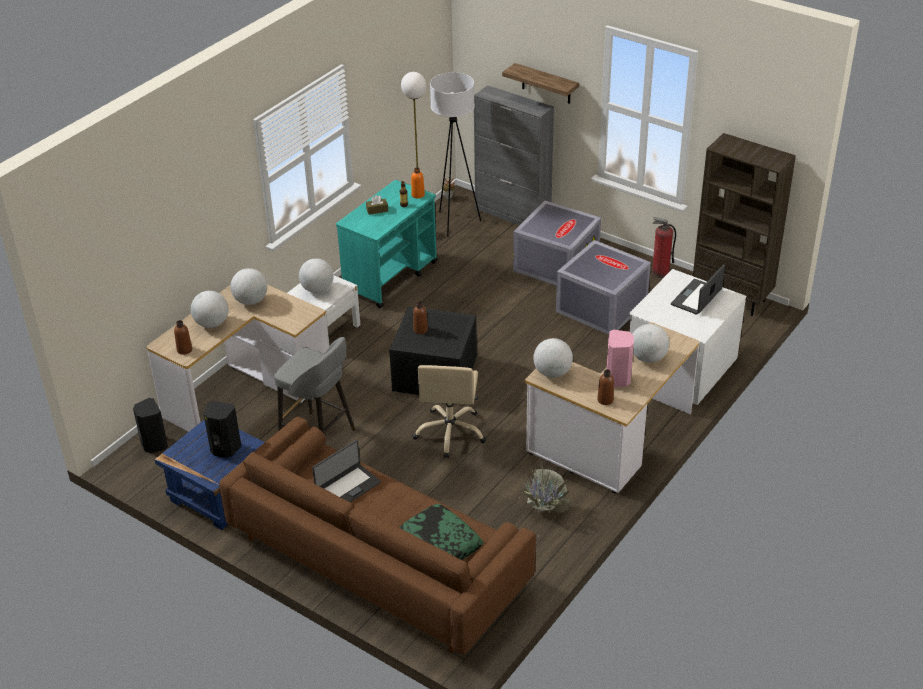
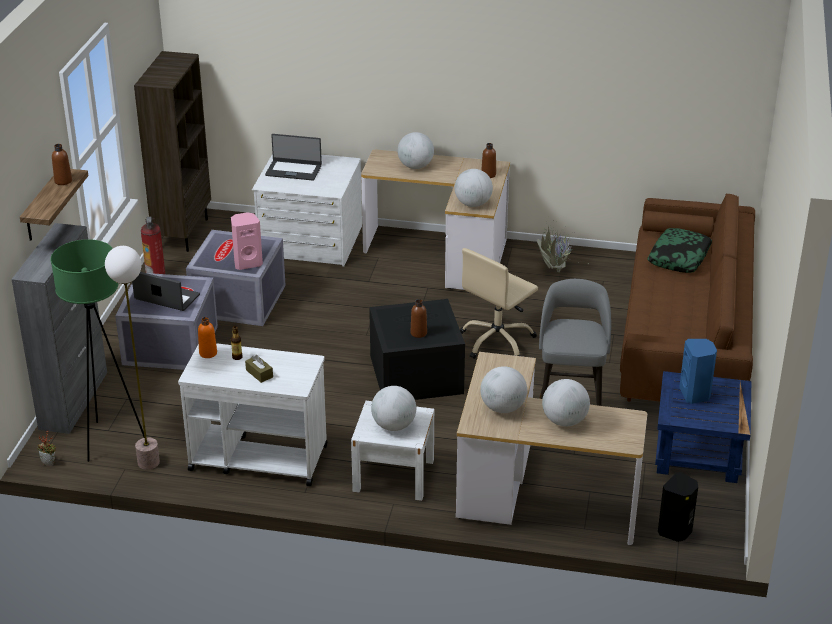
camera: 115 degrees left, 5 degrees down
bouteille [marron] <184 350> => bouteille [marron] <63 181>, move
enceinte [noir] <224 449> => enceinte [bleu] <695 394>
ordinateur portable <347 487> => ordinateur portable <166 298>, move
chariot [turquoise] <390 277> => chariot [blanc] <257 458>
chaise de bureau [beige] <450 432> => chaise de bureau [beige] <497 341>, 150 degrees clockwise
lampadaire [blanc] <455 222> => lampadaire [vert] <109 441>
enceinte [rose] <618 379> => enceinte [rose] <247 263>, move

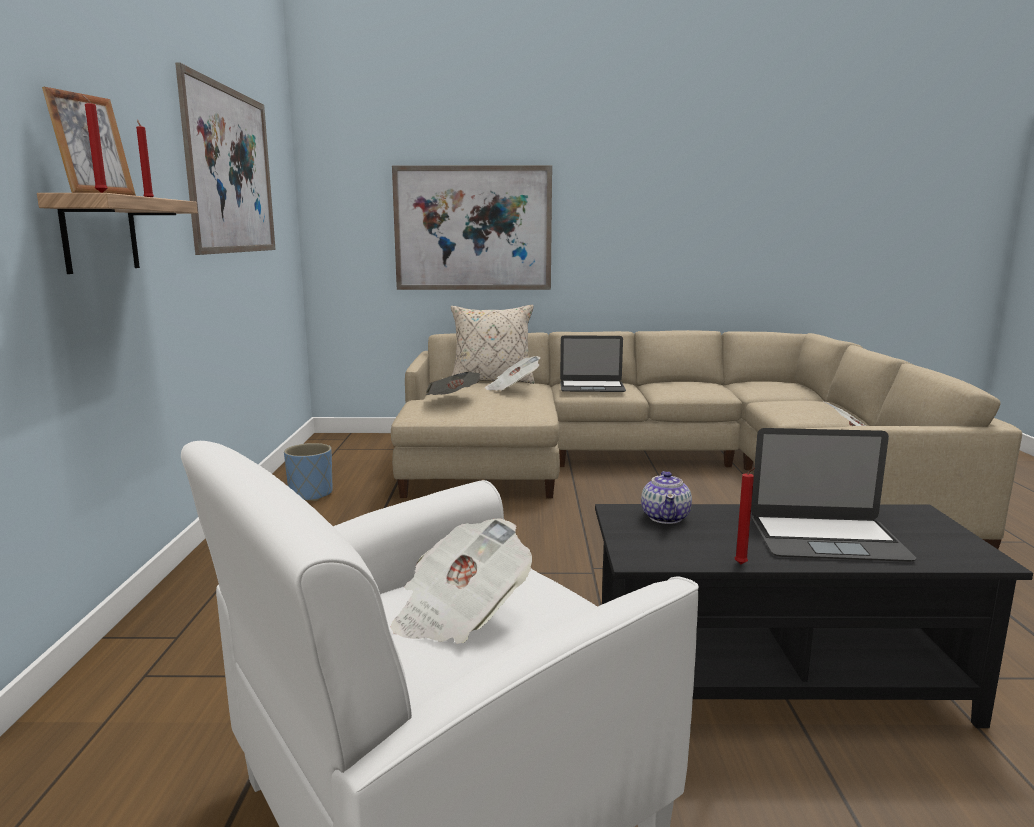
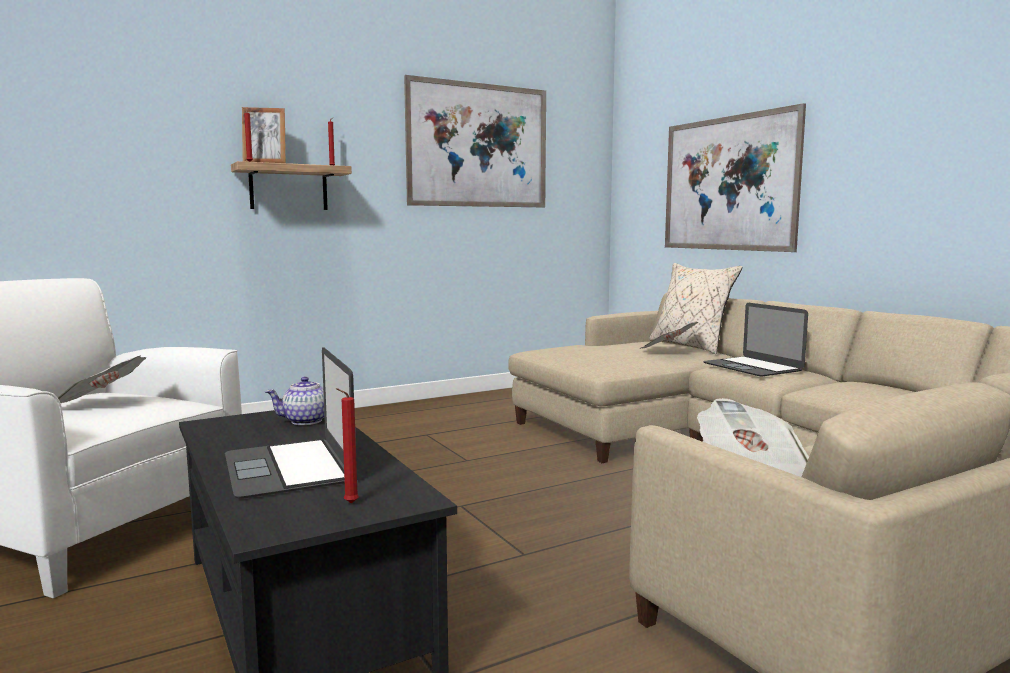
camera: 60 degrees right, 5 degrees down
cache-pot [bleu] <311 494> => nothing
journal <453 399> => nothing
bougie [rouge] <741 565> => bougie [rouge] <349 504>, move

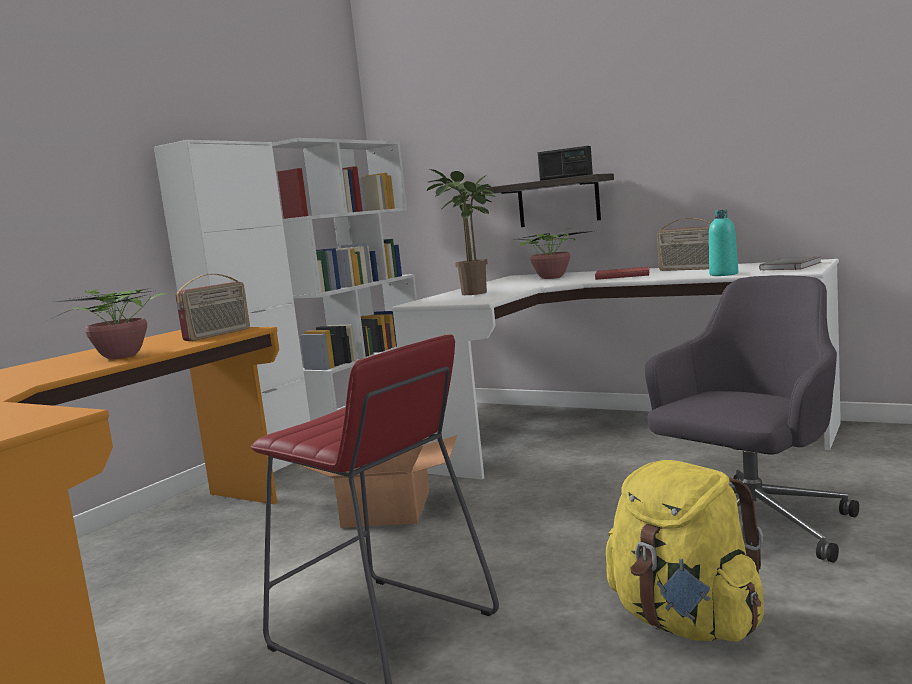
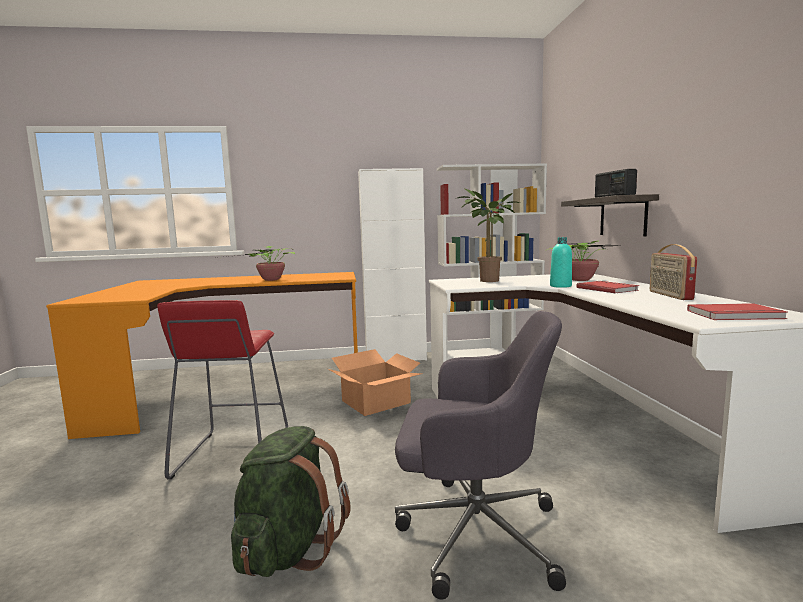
camera: 50 degrees right, 0 degrees up
radio <218 334> => nothing
sac à dos [jaune] <686 622> => sac à dos [vert] <288 548>
bouteille [turquoise] <723 274> => bouteille [turquoise] <560 286>, move
livre [gris] <793 266> => livre [rouge] <736 315>

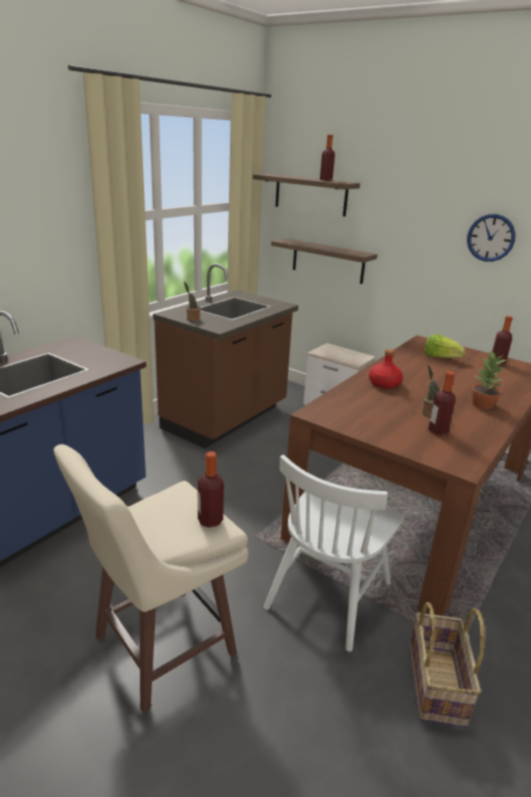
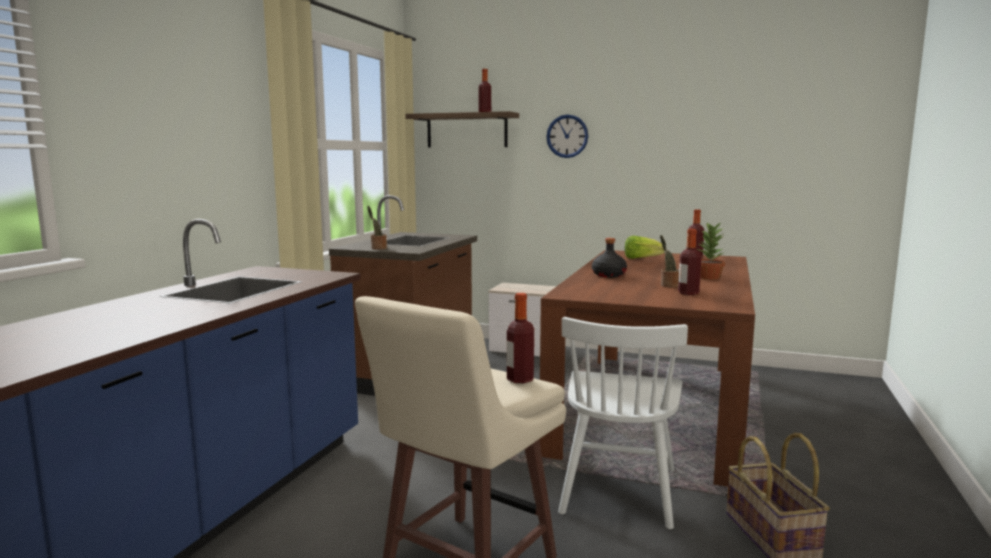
camera: 15 degrees left, 15 degrees down
étagère <328 261> => nothing
bouteille [rouge] <384 384> => bouteille [noir] <608 275>
horloge murale <490 238> => horloge murale <567 136>, move

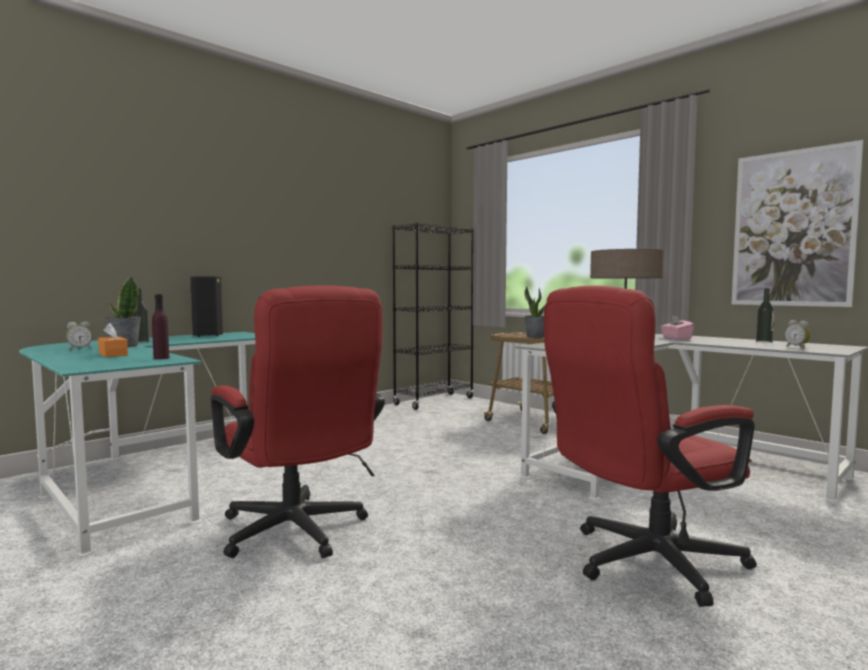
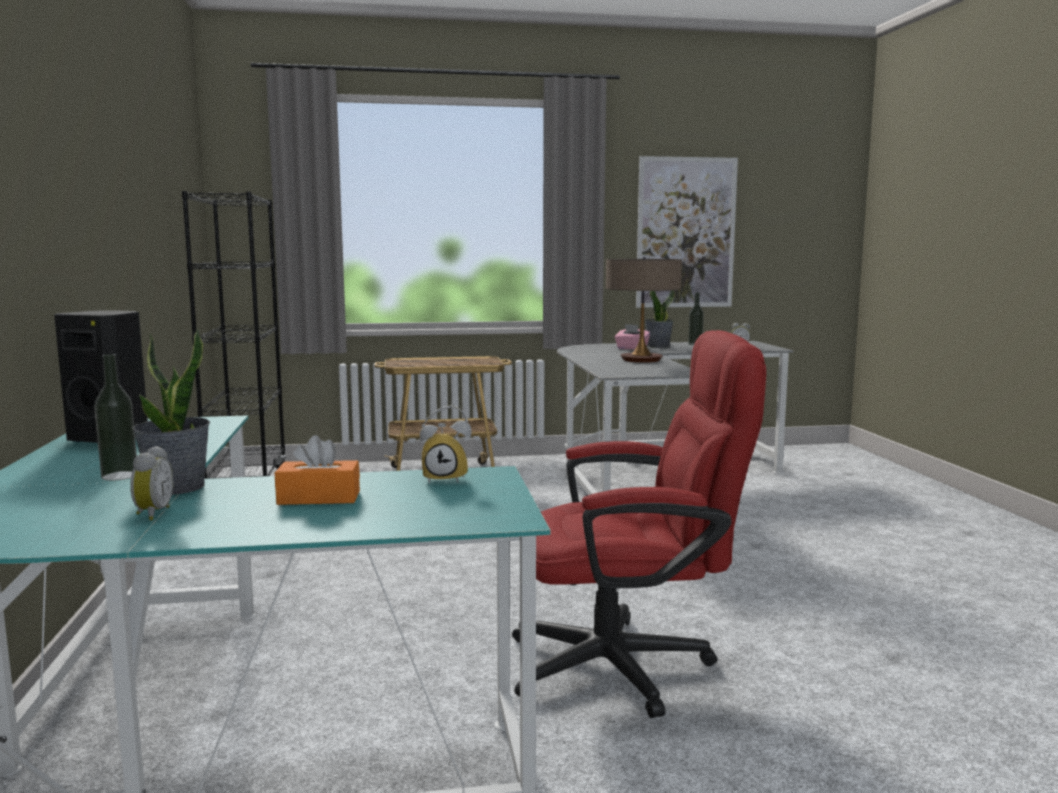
camera: 55 degrees left, 5 degrees up
bouteille [violet] <161 358> => réveil <446 478>
plante en pot <535 337> => plante en pot <658 346>, move
chaise de bureau [rouge] <642 563> => nothing

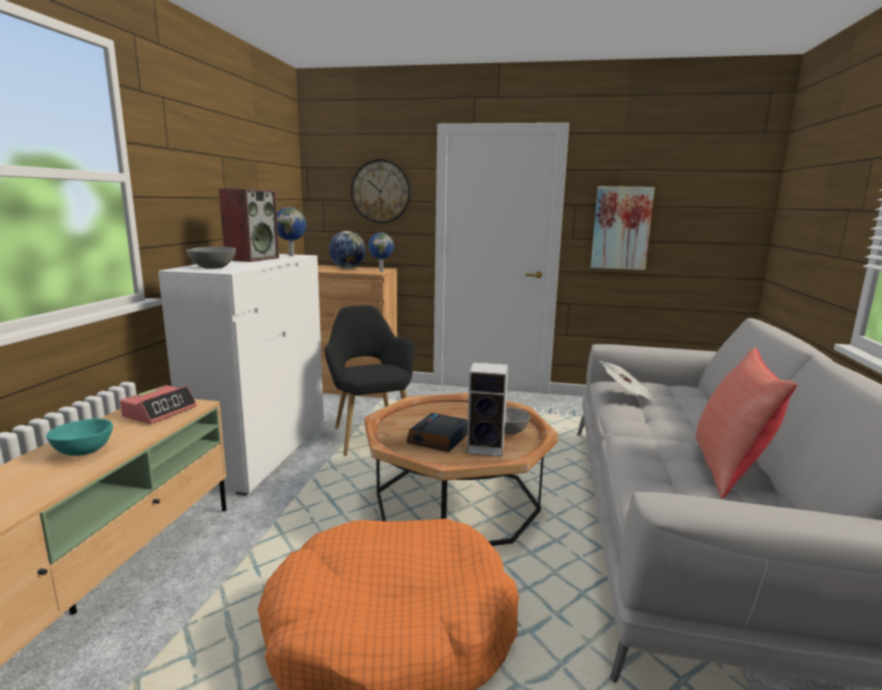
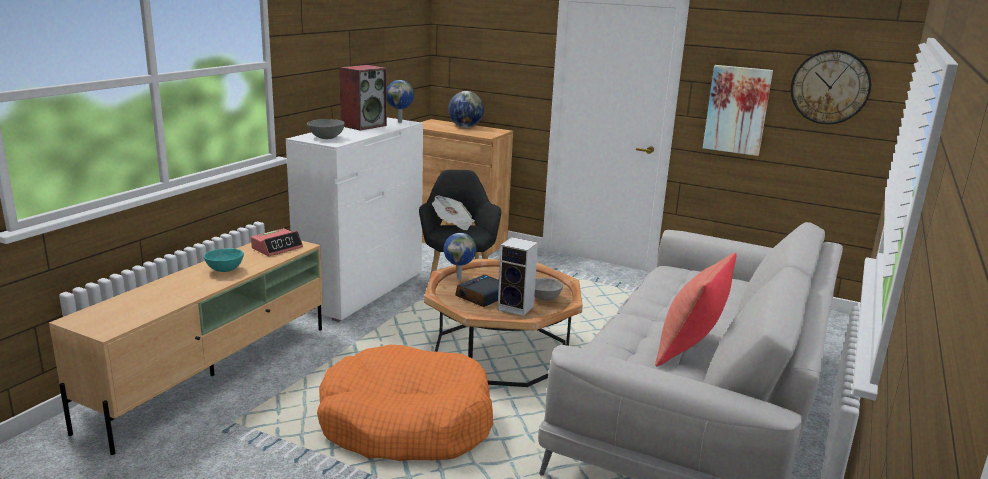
camera: 15 degrees right, 5 degrees up
horloge murale <381 191> => horloge murale <830 87>, move
globe <381 271> => globe <459 278>, move
journal <626 395> => journal <453 224>, move

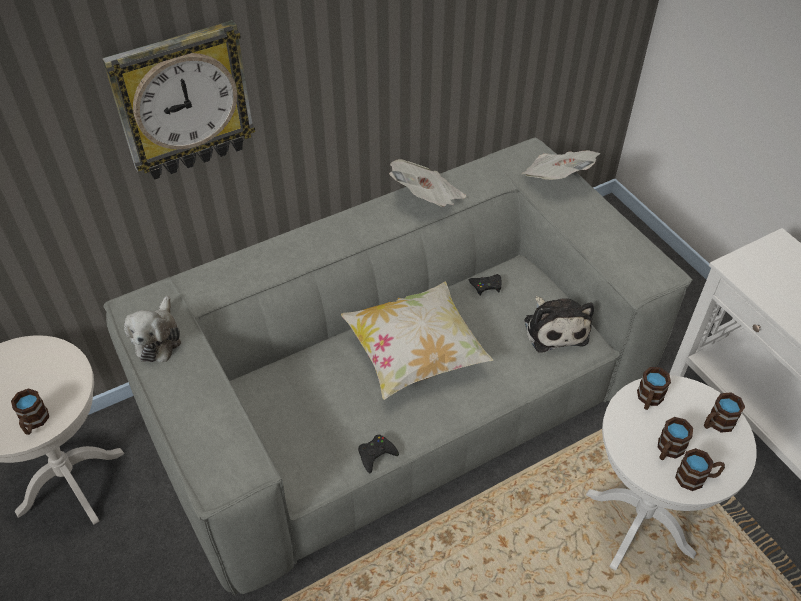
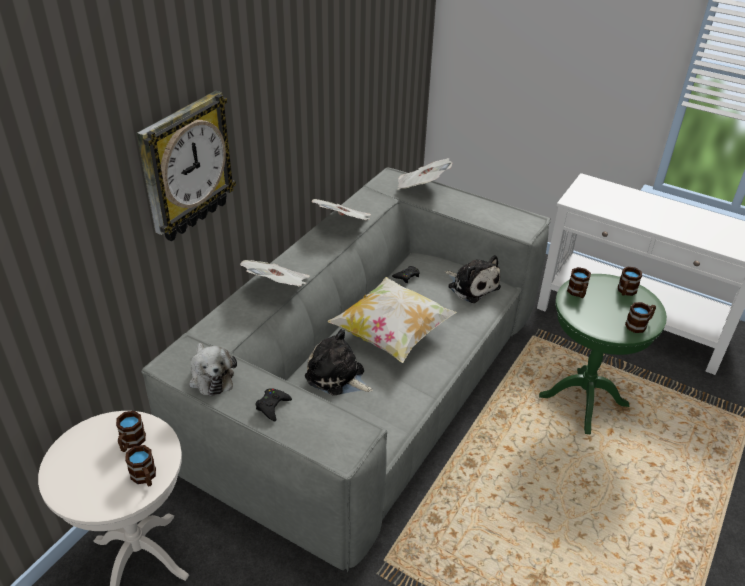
camera: 30 degrees left, 10 degrees down
manette [noir] <376 455> => manette [noir] <272 406>, move
table d'appoint [blanc] <639 524> => table d'appoint [vert] <583 400>
mug [marron] <668 450> => mug [marron] <131 443>, move
nothing => journal <278 287>
nothing => peluche <337 377>

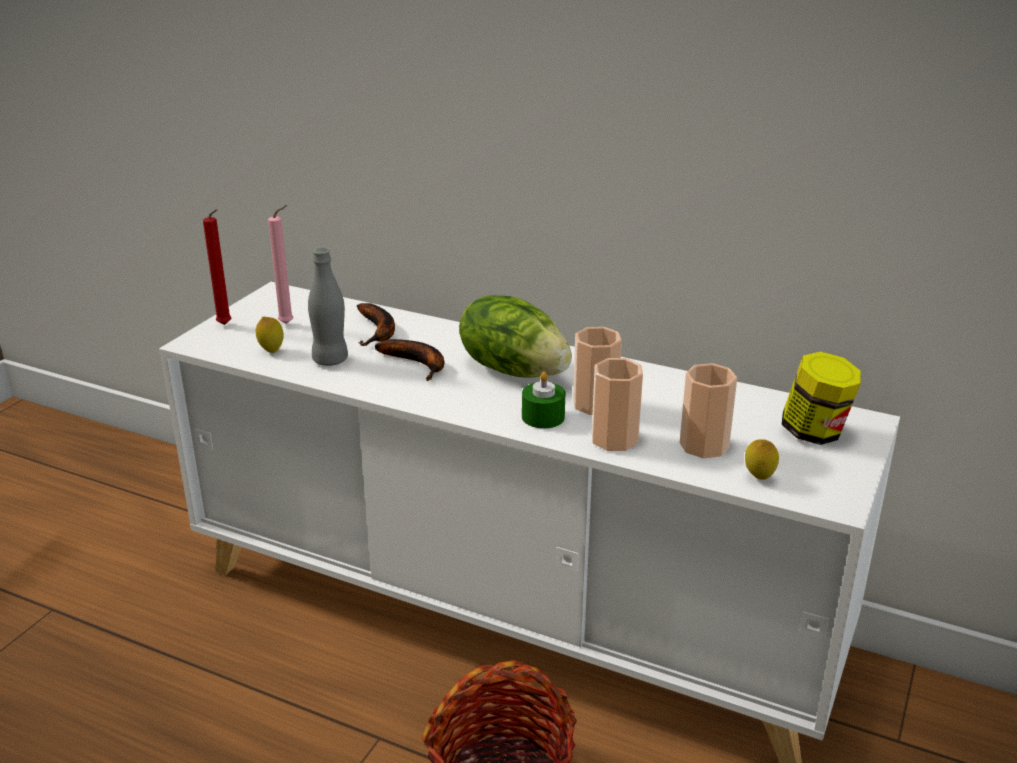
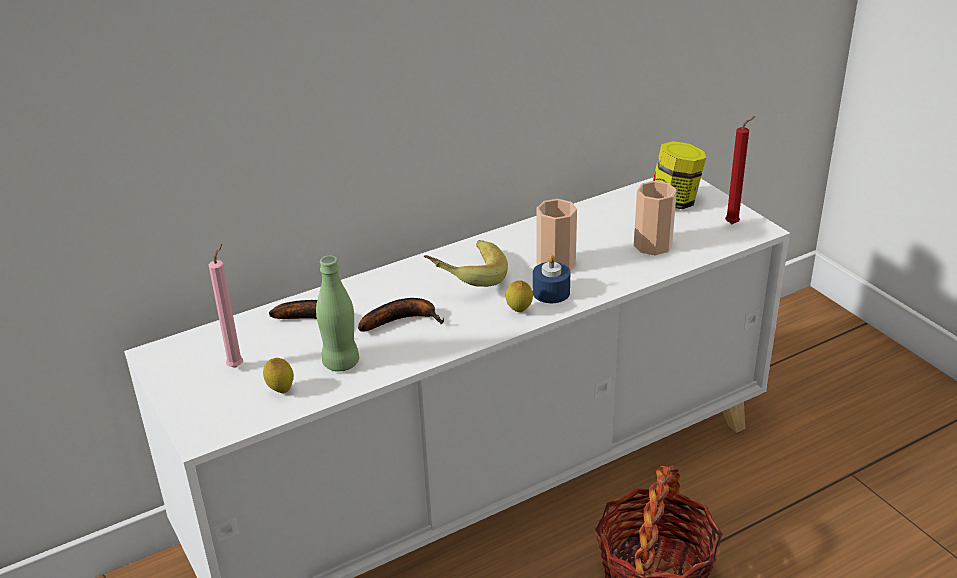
camera: 55 degrees left, 5 degrees up
bougie [rouge] <226 325> => bougie [rouge] <734 224>, move
bouteille [gris] <330 360> => bouteille [vert] <341 363>
laitue <514 369> => banane <465 279>
bougie [vert] <543 417> => bougie [bleu] <551 292>
tasse <614 439> => nothing
citron <759 478> => citron <519 311>, move

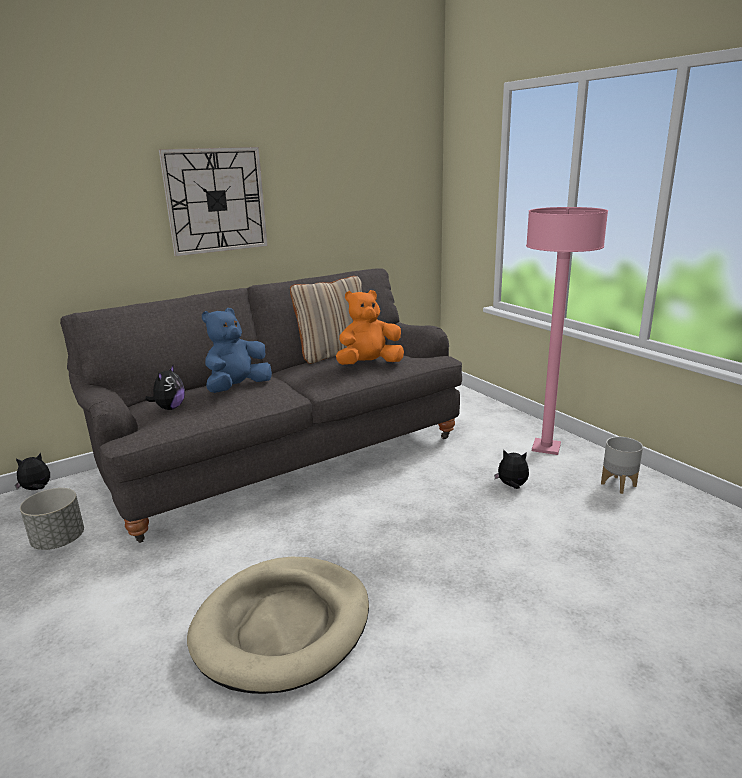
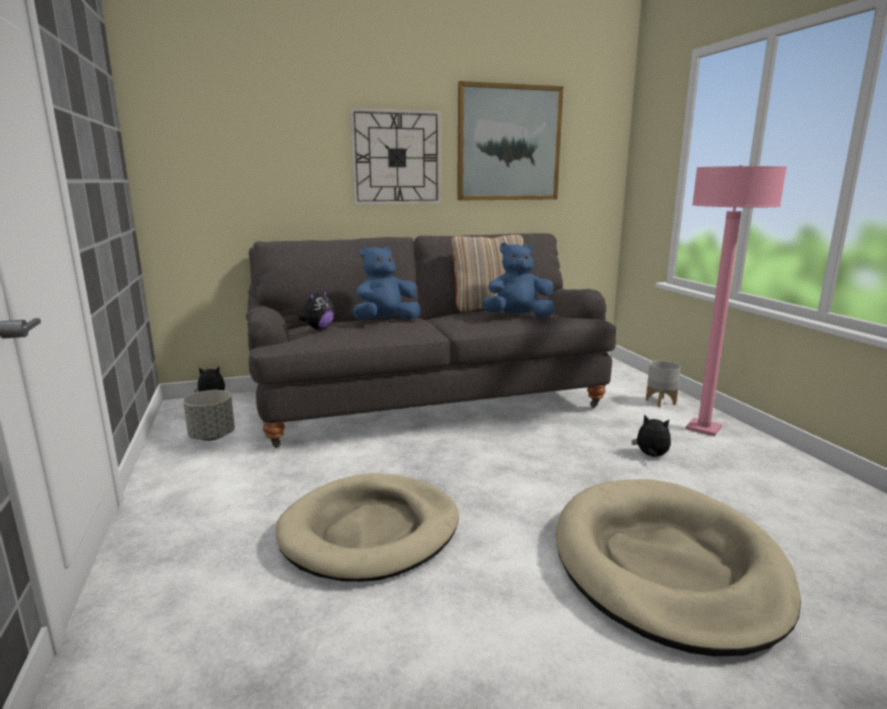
camera: 15 degrees right, 5 degrees down
peluche [orange] <369 364> => peluche [bleu] <517 317>
cache-pot [gris] <618 484> => cache-pot [gris] <661 402>, move
nothing => tableau <509 143>
nothing => panier pour chien [beige] <667 566>

